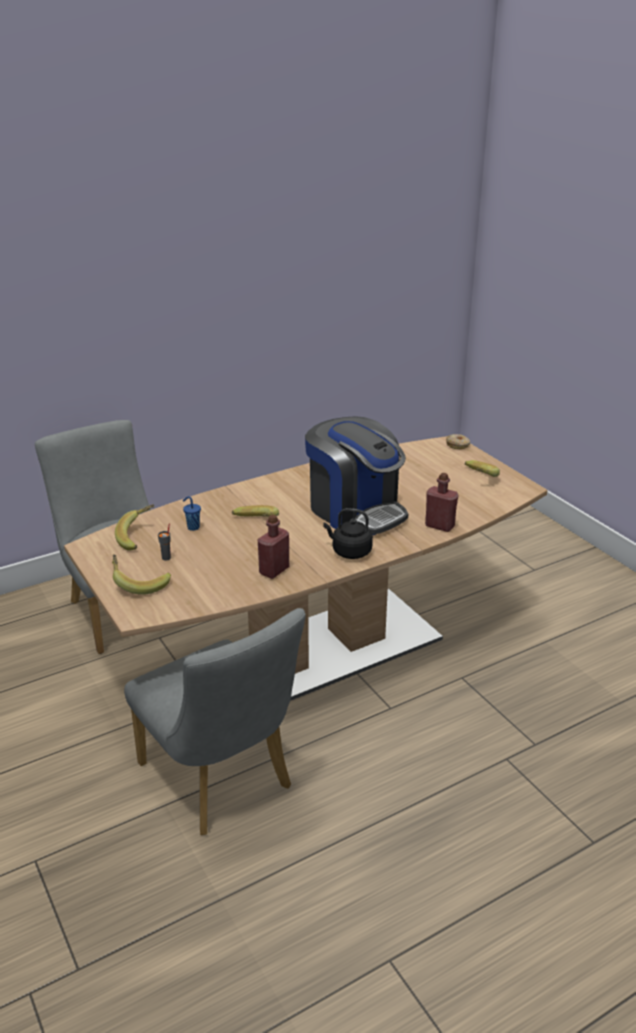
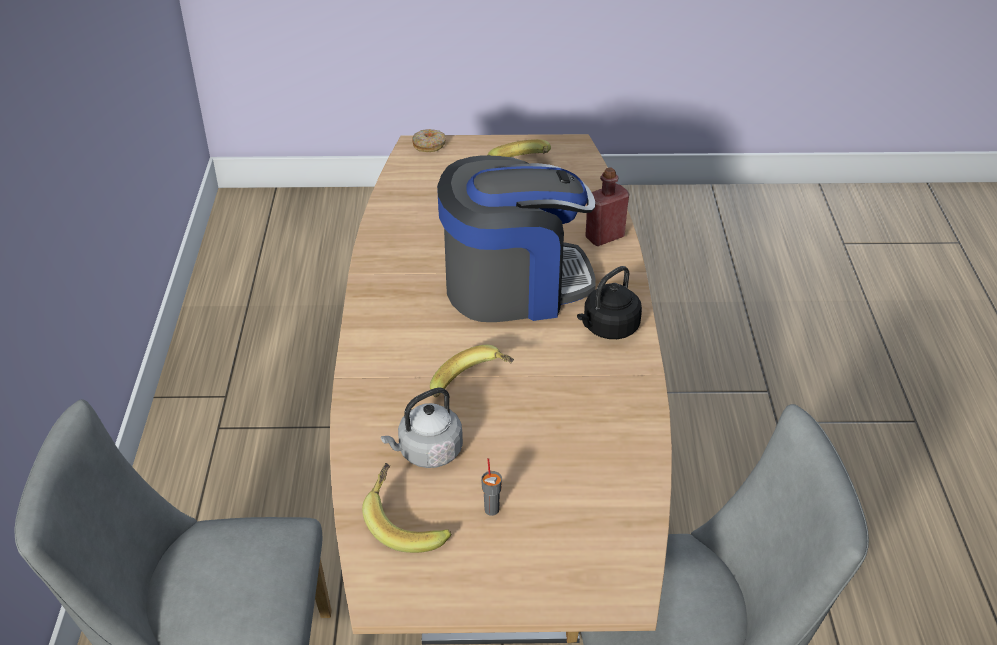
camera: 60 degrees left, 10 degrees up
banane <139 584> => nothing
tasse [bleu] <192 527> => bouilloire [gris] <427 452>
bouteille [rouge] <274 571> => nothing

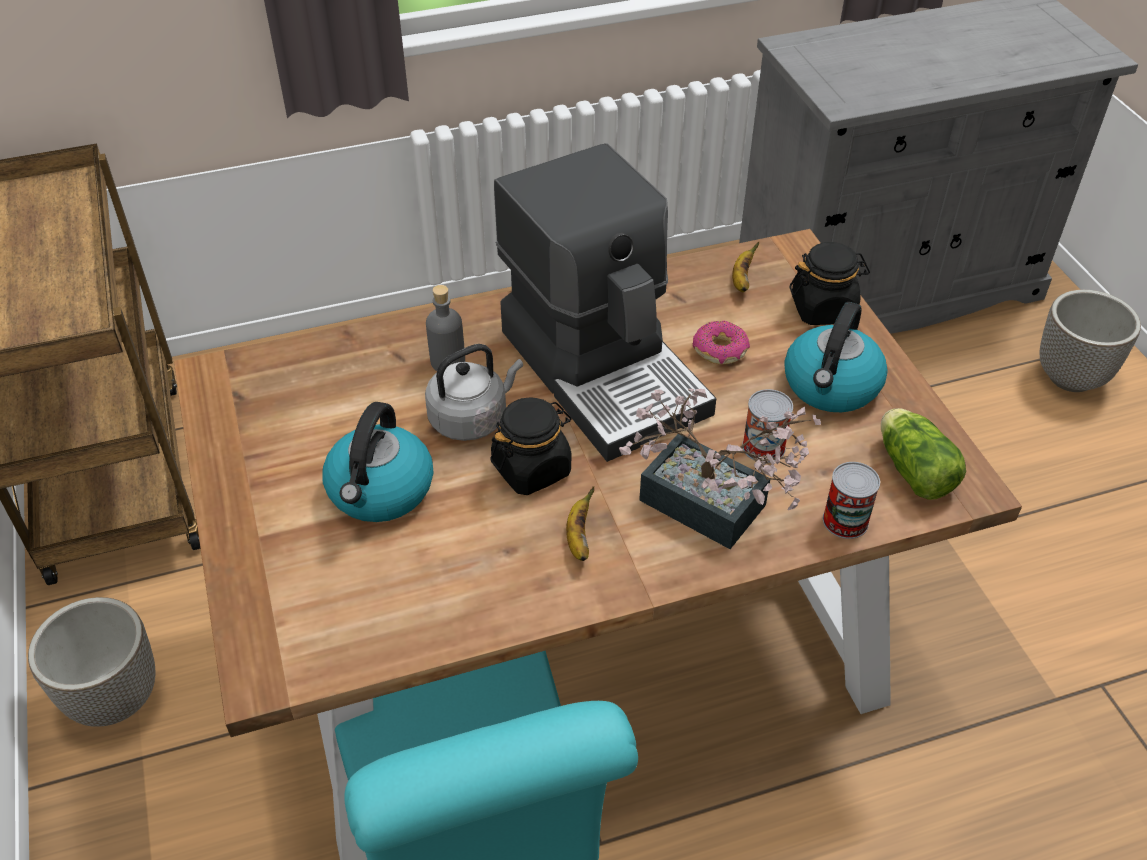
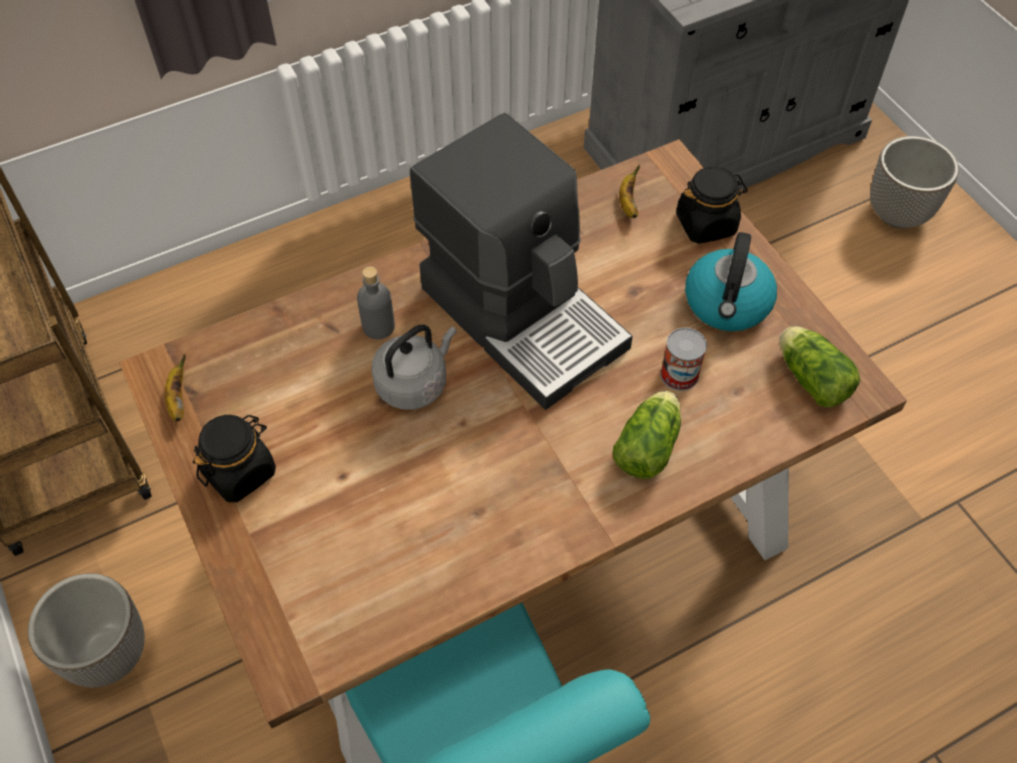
camera: 10 degrees left, 10 degrees up
bouilloire <380 491> => nothing
bocal [noir] <532 469> => bocal [noir] <240 471>, move
banane <578 537> => banane <178 399>, move
plante en pot <714 510> => laitue <649 444>
beignet <720 350> => nothing
boîte métallique <845 521> => nothing

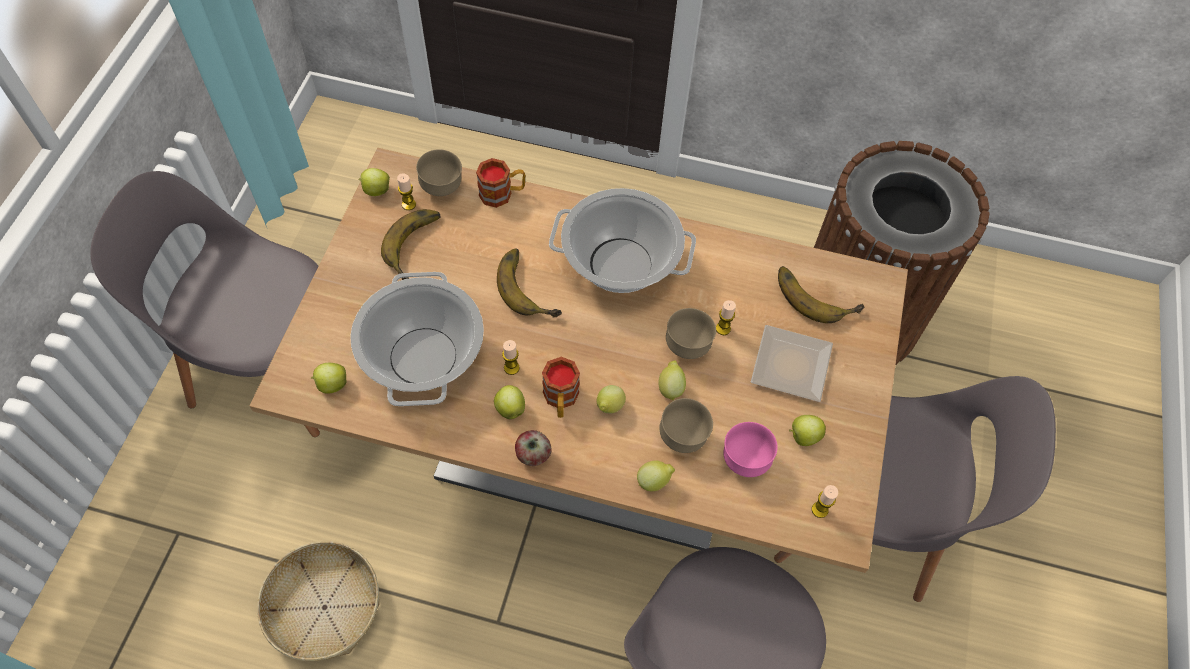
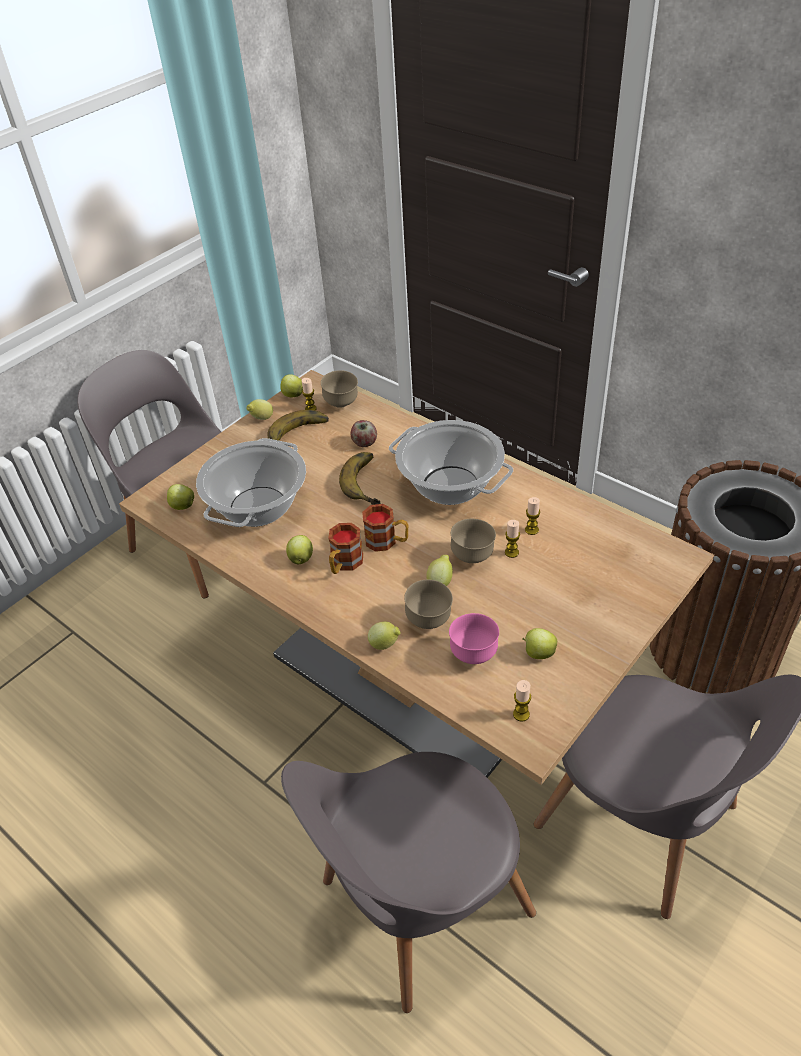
camera: 30 degrees right, 15 degrees down
panier <324 607> => nothing
mug <502 194> => mug <387 541>, move
bougie <511 368> => bougie <531 530>, move
pomme <533 455> => pomme <364 443>, move
citron <609 407> => citron <261 419>, move
assiette <789 363> => nothing
banane <816 294> => nothing

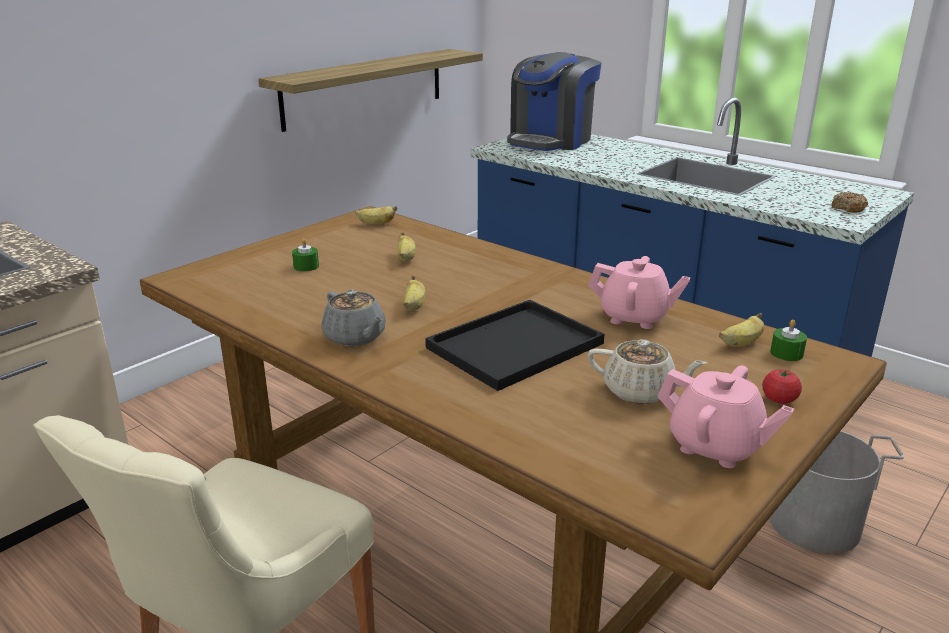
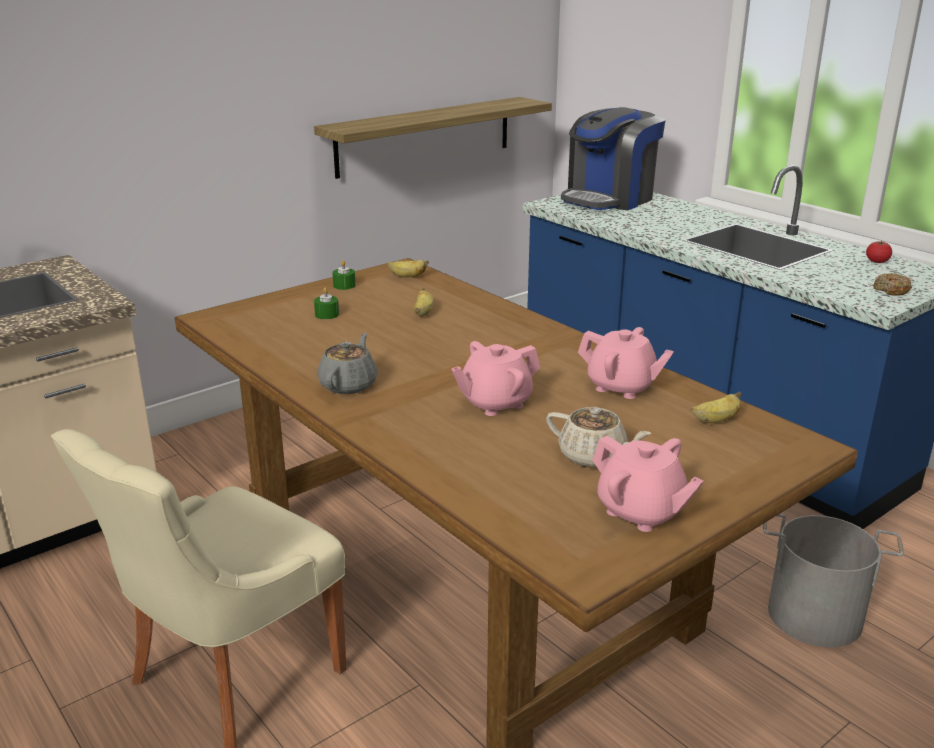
camera: 10 degrees right, 0 degrees up
théière [gris] <355 337> => théière [gris] <349 384>, 135 degrees counterclockwise
banane <413 307> => nothing
plateau [noir] <516 344> => théière [rose] <495 403>
tomate <779 399> => tomate <877 261>, move
bougie [vert] <786 353> => bougie [vert] <344 285>, move

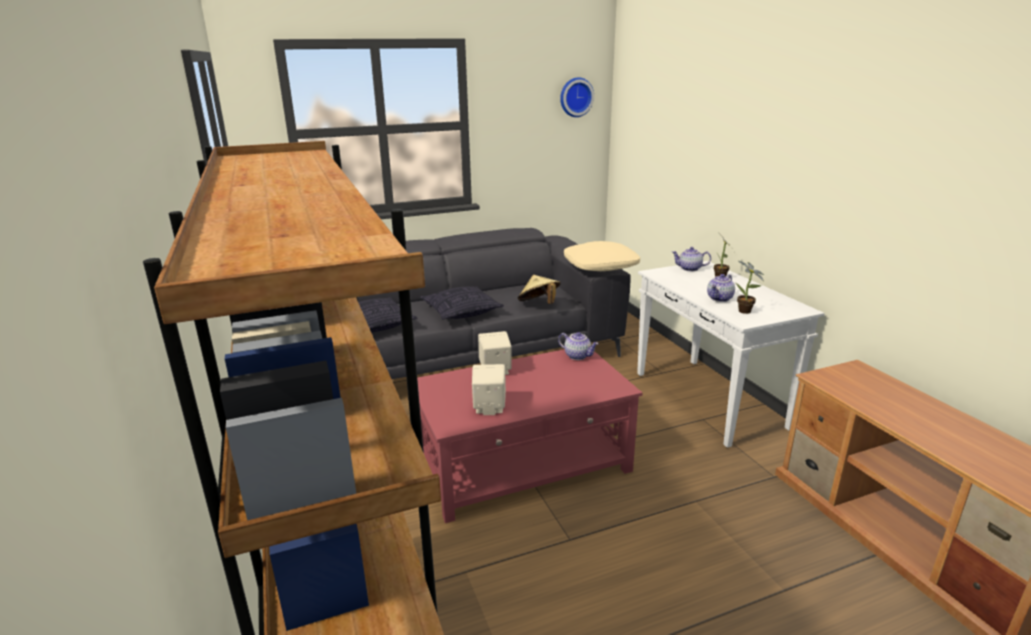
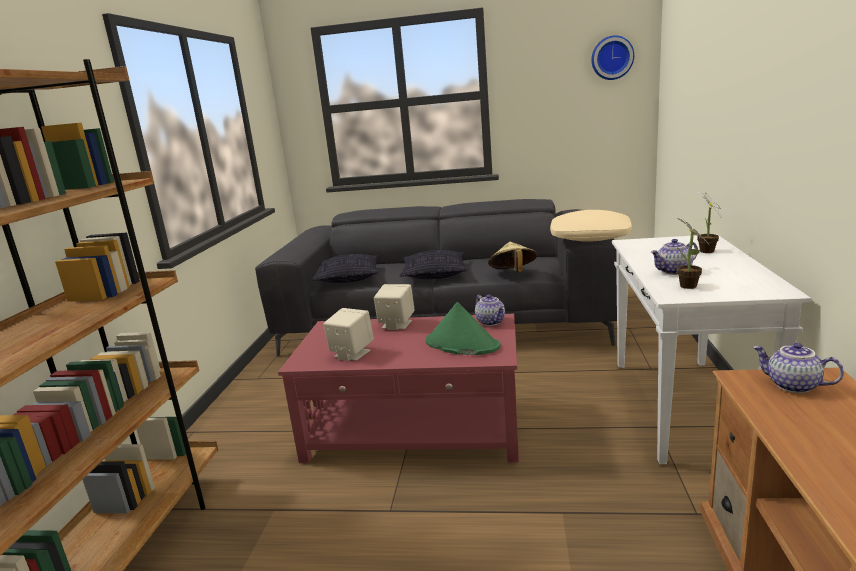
camera: 30 degrees right, 5 degrees down
théière <689 269> => théière <792 386>, move
nothing => chapeau [vert] <461 344>

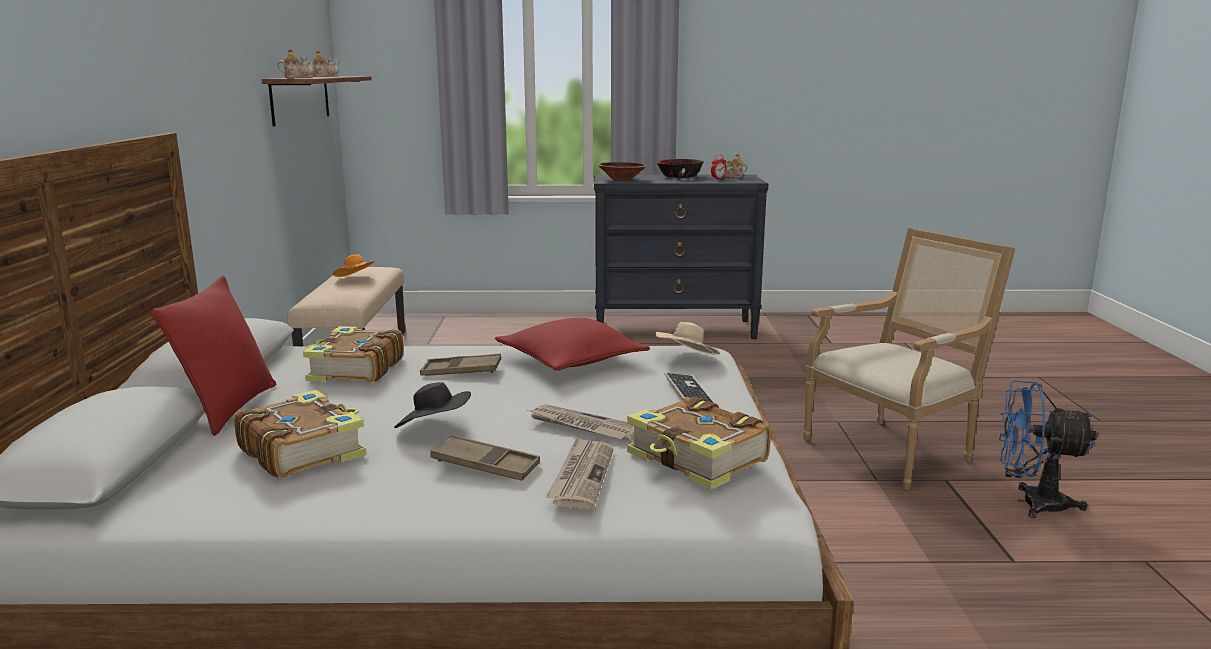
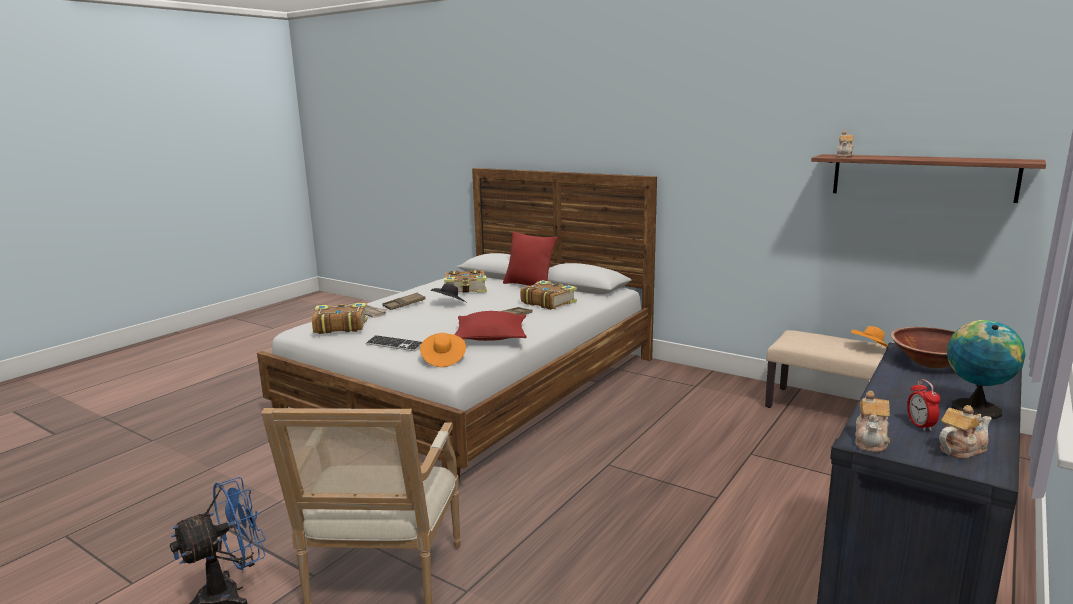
camera: 125 degrees right, 0 degrees up
théière <324 76> => théière <871 441>, move
journal <583 426> => nothing
chapeau [beige] <686 359> => chapeau [orange] <443 359>
bol <679 176> => globe <974 408>

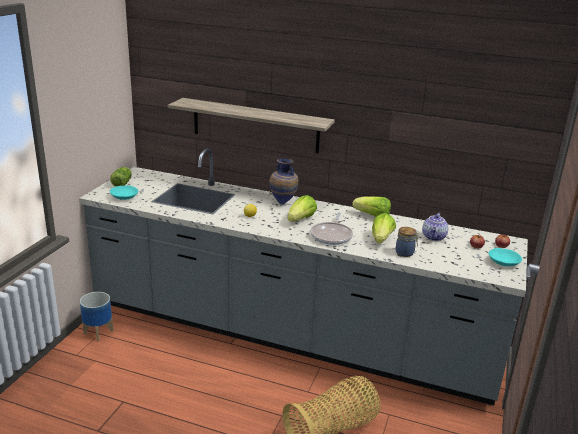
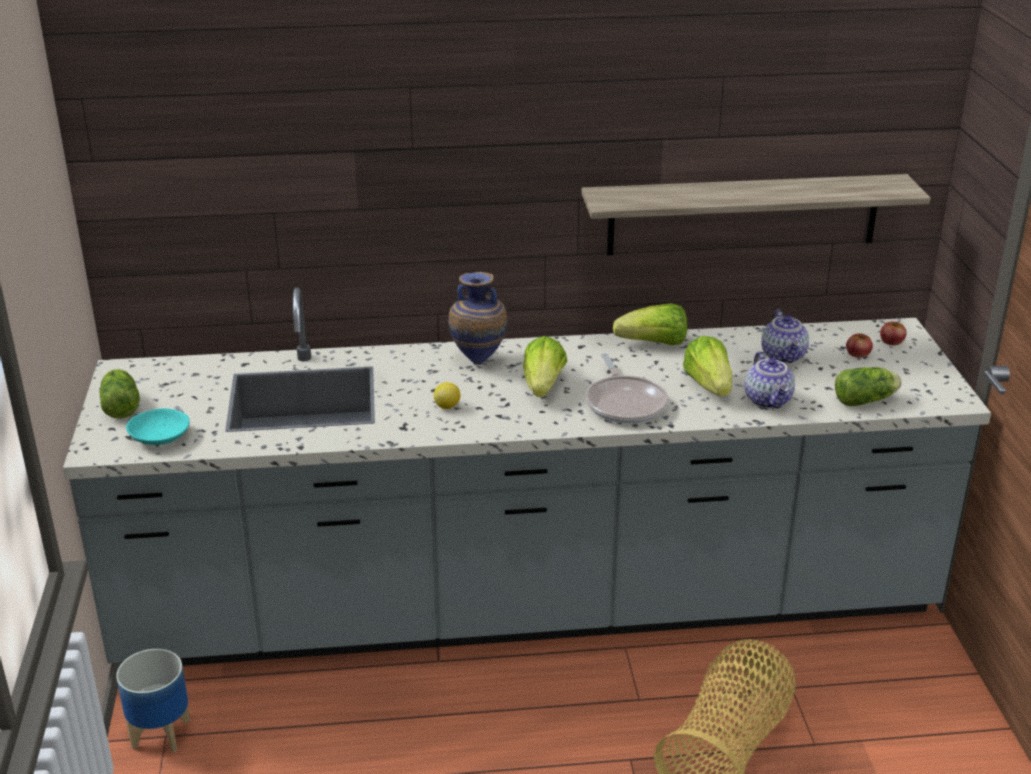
camera: 25 degrees left, 5 degrees up
étagère <255 125> => étagère <743 214>, move
bocal <405 253> => théière <769 401>
bol [turquoise] <503 262> => nothing
nothing => laitue <867 400>

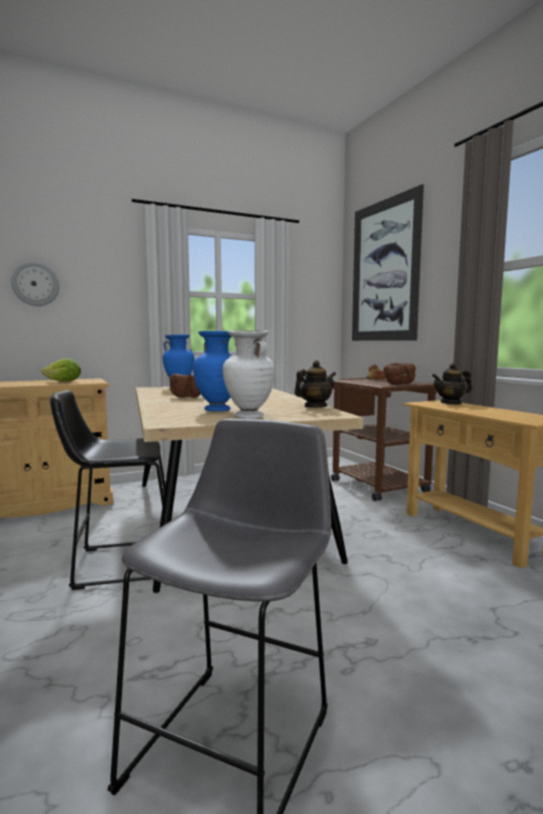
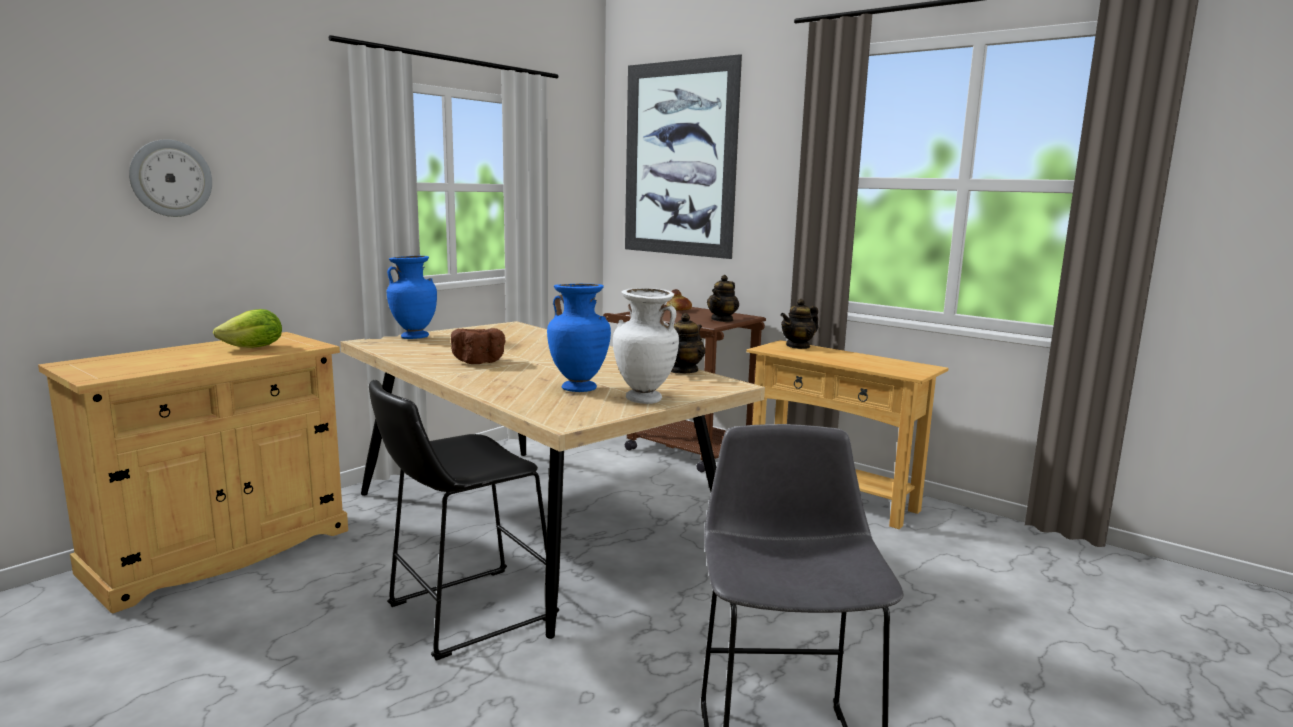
camera: 25 degrees left, 5 degrees up
bol [marron] <398 384> => théière <722 320>

